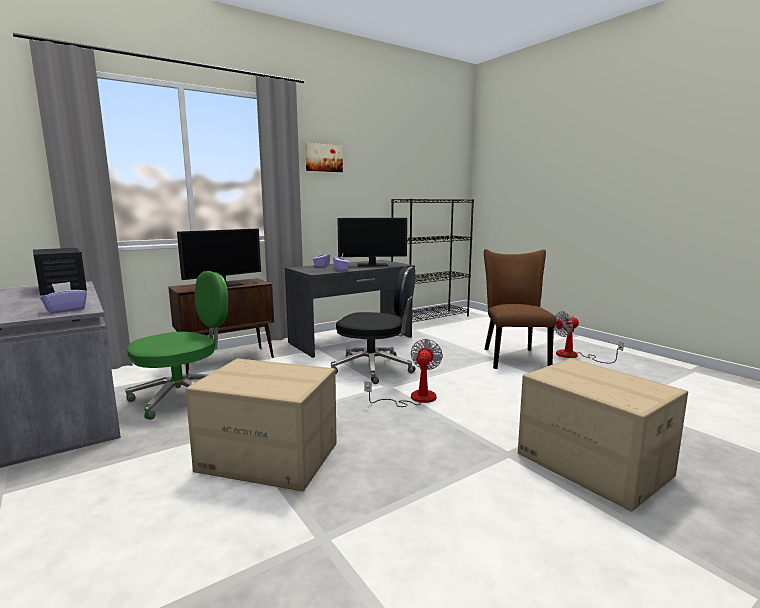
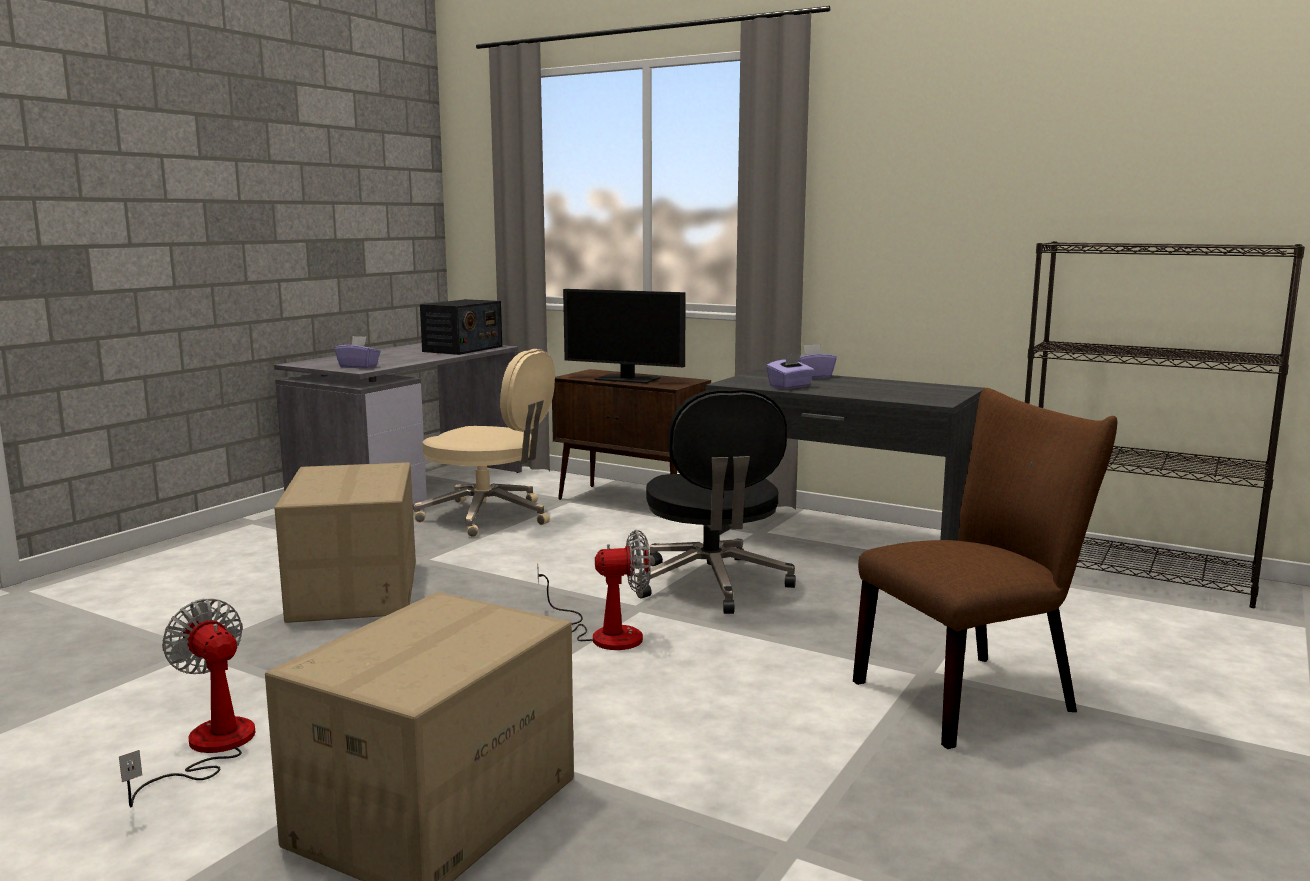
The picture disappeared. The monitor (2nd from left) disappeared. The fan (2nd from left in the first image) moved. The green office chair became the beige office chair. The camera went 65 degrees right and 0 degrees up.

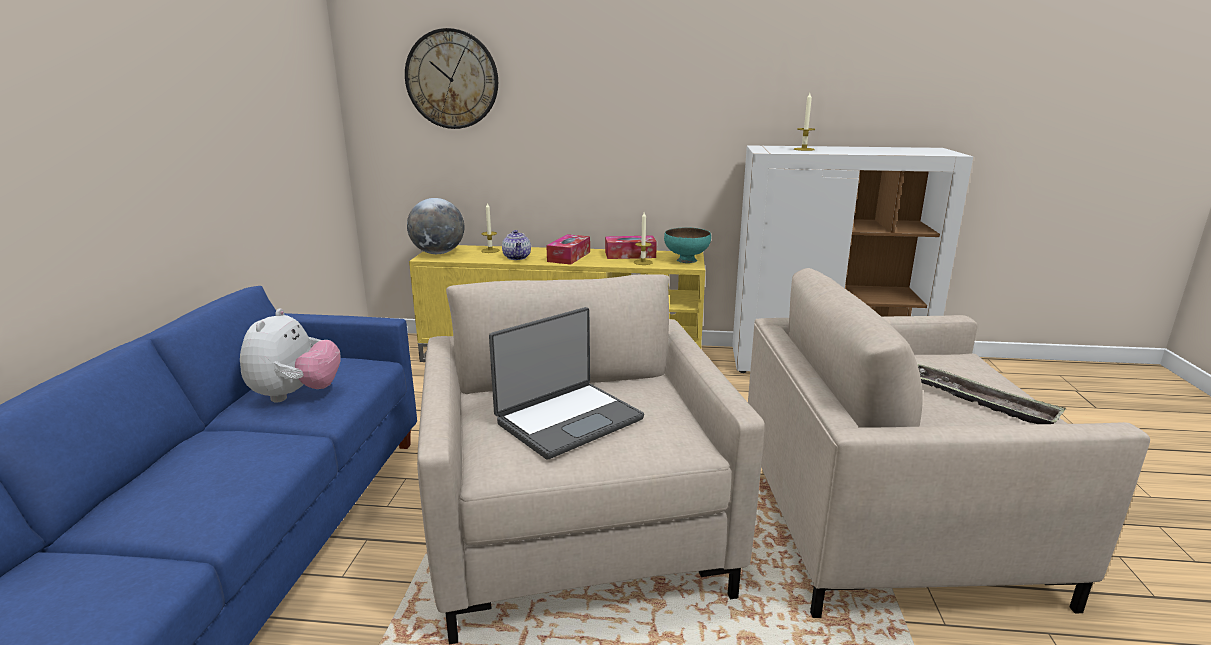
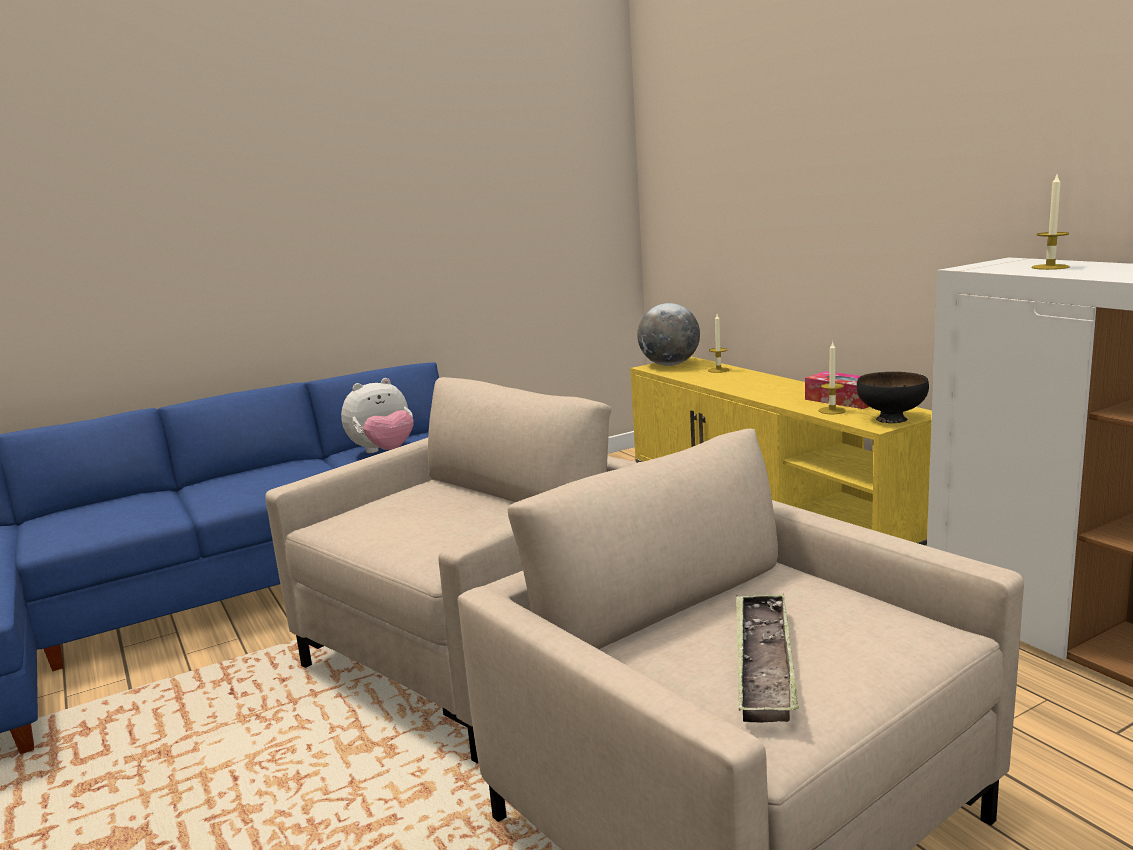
The wall clock disappeared. The laptop disappeared. The teapot disappeared. The tissue box (1st from left) disappeared. The turquoise bowl became the black bowl. The camera went 55 degrees right and 5 degrees down.

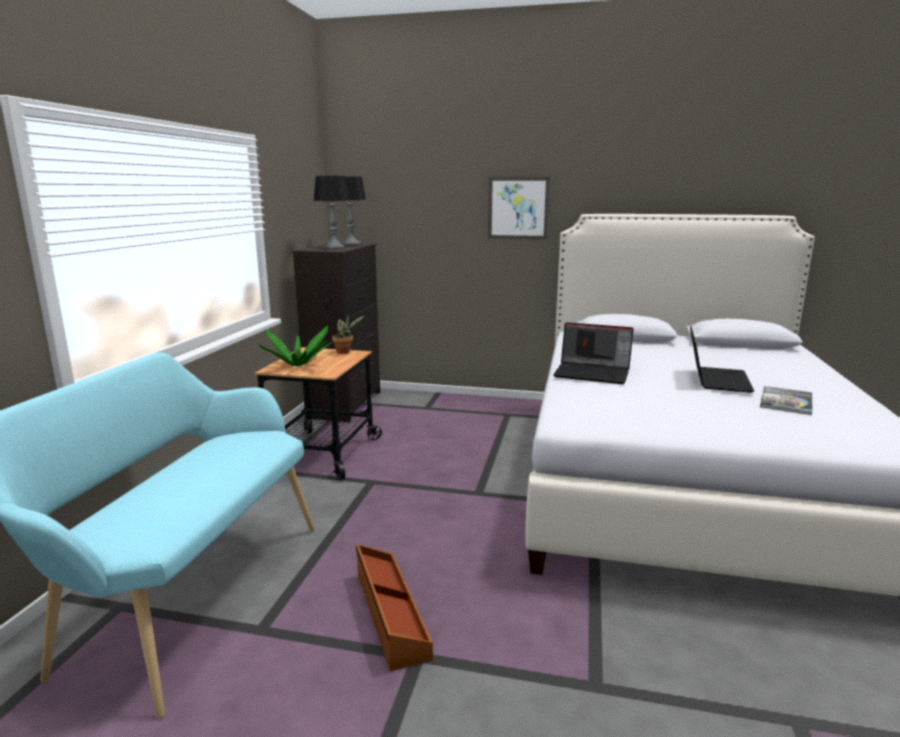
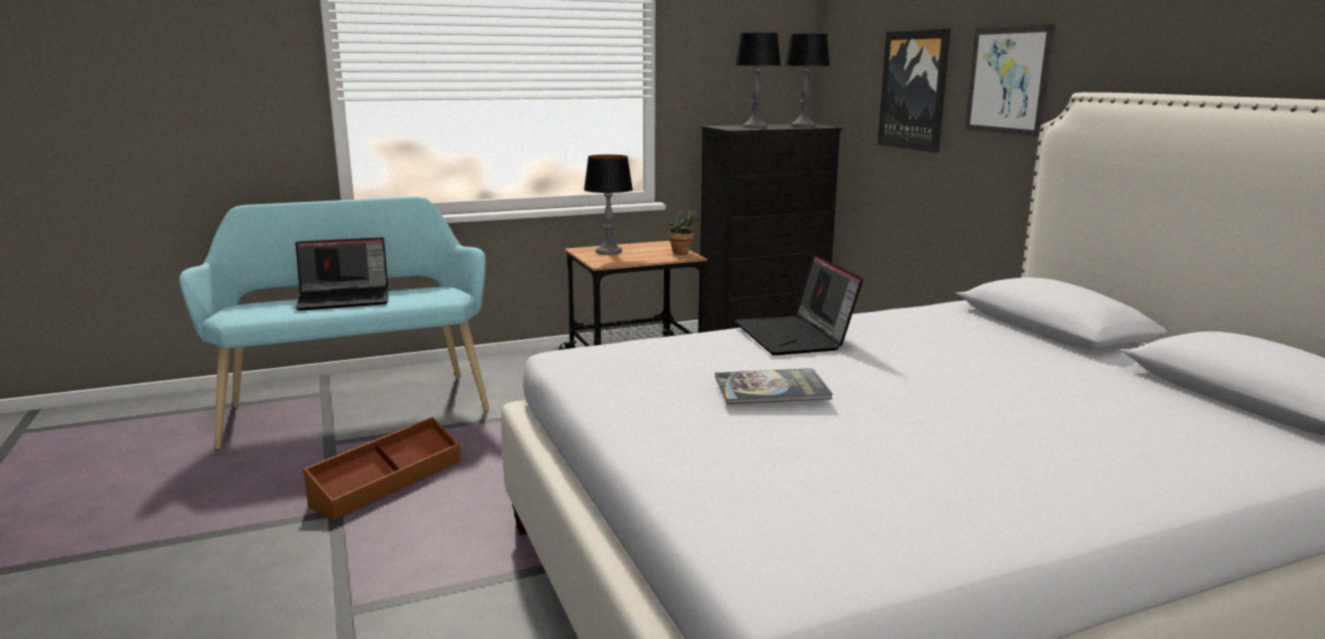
The picture (1st from left) appeared. The laptop (2nd from left in the first image) moved. The book moved. The potted plant (1st from left) was replaced by the table lamp (1st from left). The camera went 55 degrees right and 0 degrees up.

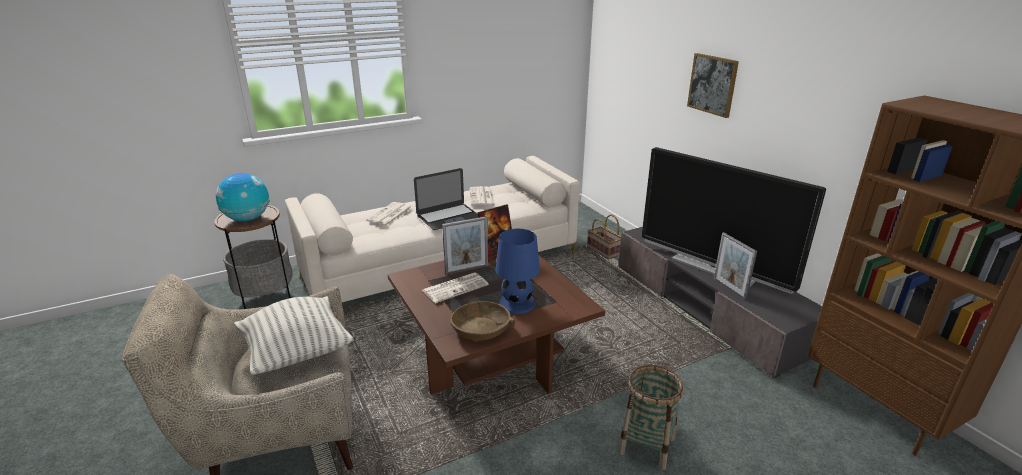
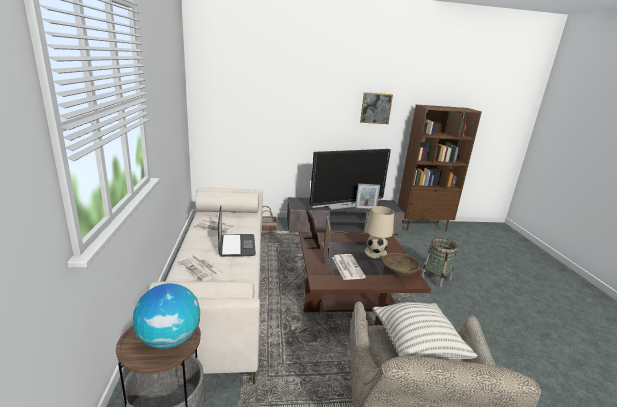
The picture moved. The blue table lamp became the beige table lamp. The camera went 70 degrees left and 5 degrees down.

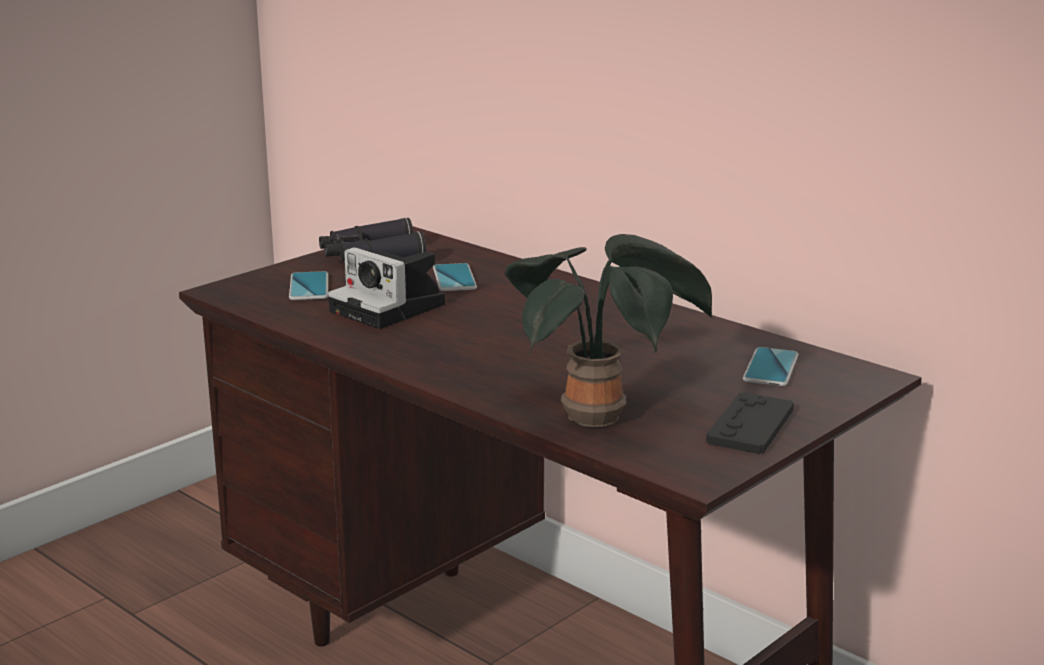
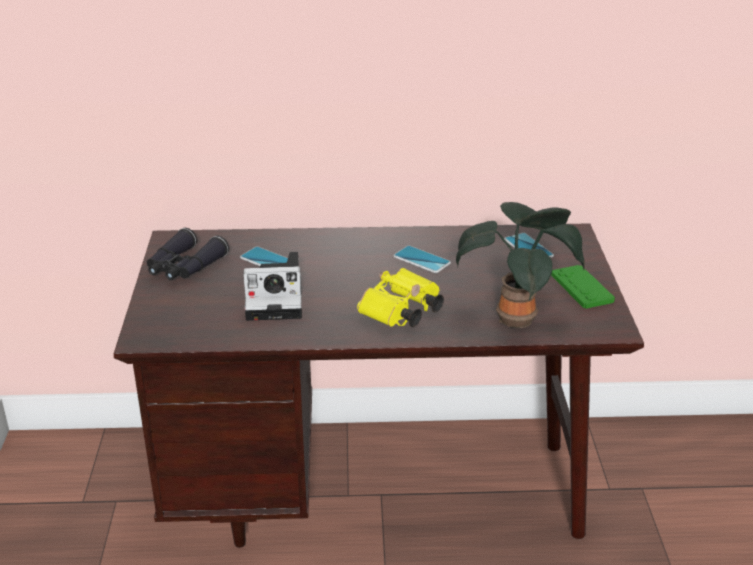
The yellow binoculars appeared. The phone (1st from left in the first image) moved. The black game controller became the green game controller. The camera went 45 degrees left and 10 degrees up.

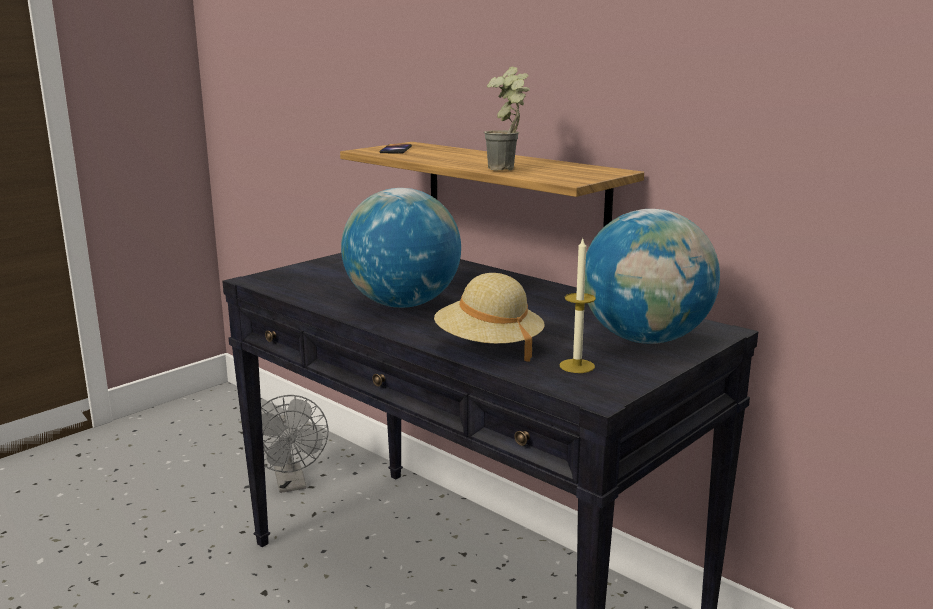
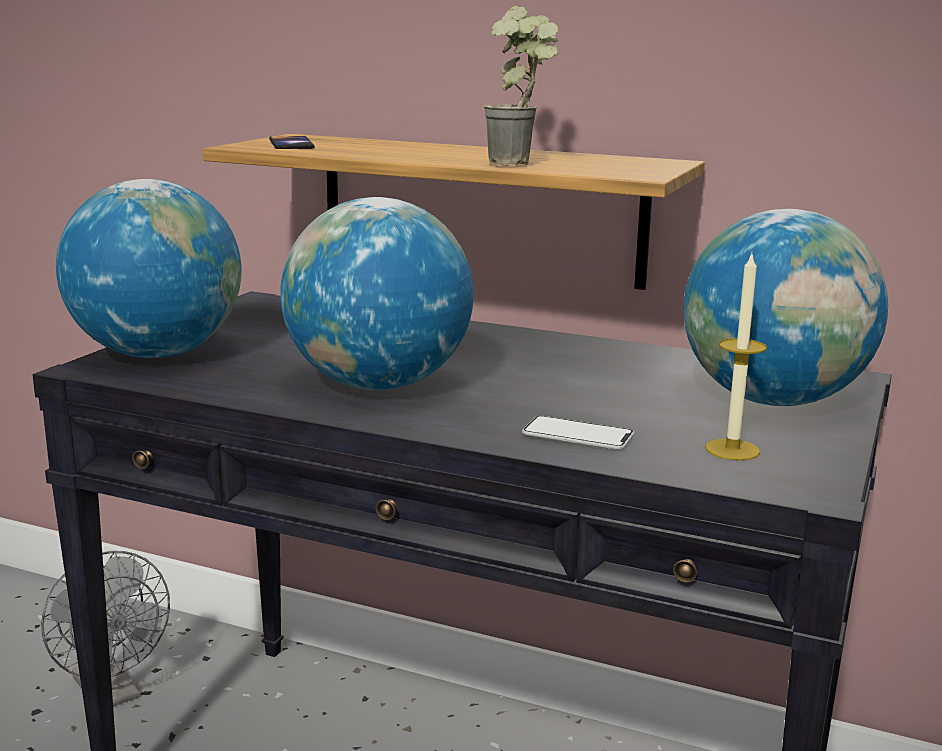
The globe (1st from left) appeared. The beige hat was replaced by the phone (2nd from left). The camera went 20 degrees left and 0 degrees up.

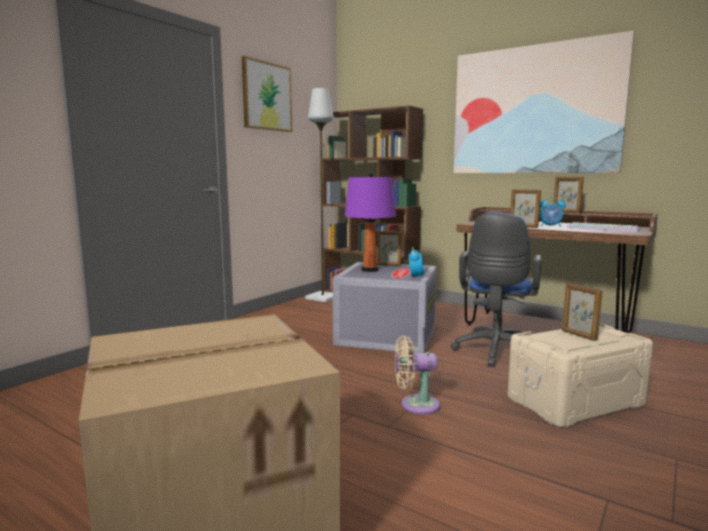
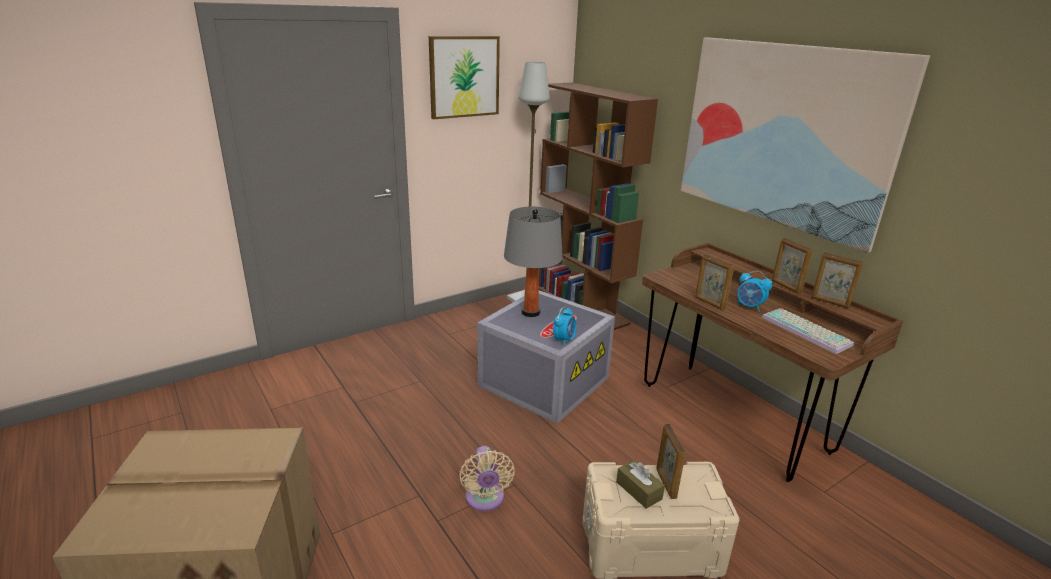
The blue office chair disappeared. The brown tissue box appeared. The picture frame (1st from left in the first image) moved. The purple table lamp became the grey table lamp. The beige fan turned 120 degrees counterclockwise. The camera went 20 degrees right and 15 degrees up.

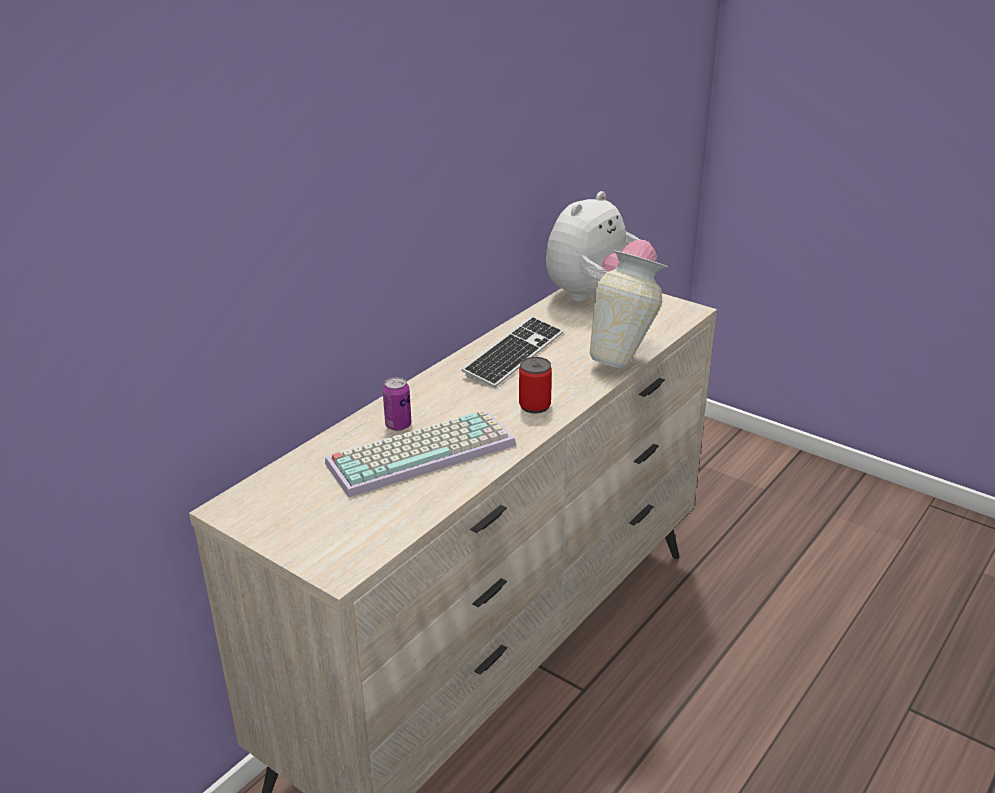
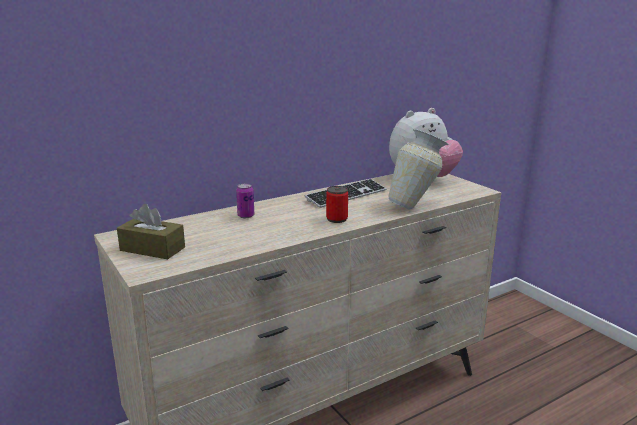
The keyboard (1st from left) disappeared. The brown tissue box appeared. The camera went 20 degrees right and 10 degrees down.

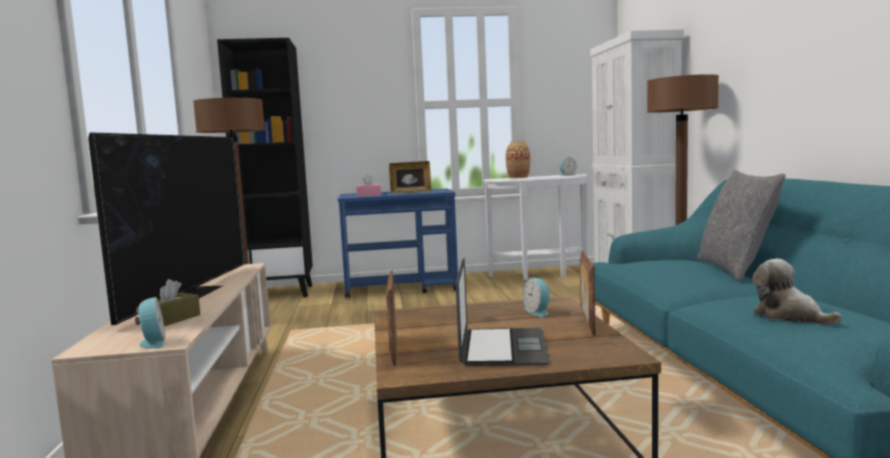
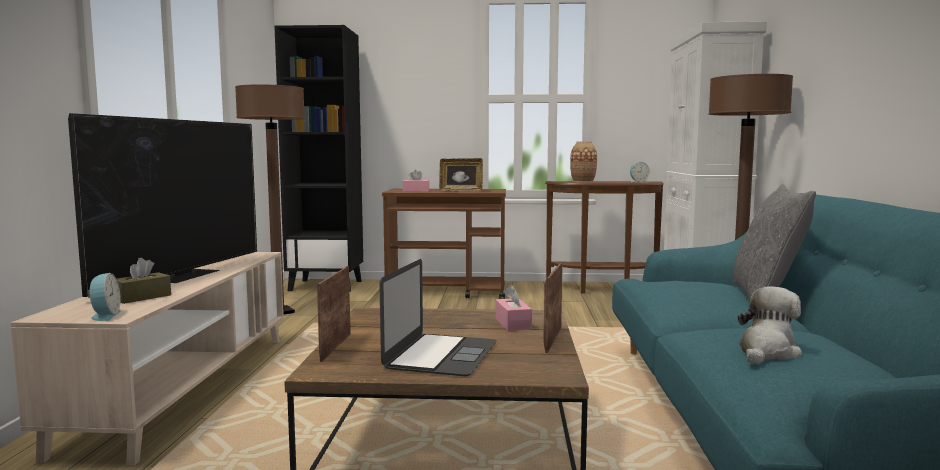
The alarm clock (2nd from left) was replaced by the pink tissue box (2nd from left). The blue cart became the brown cart. The white console table became the brown console table. The plush toy turned 60 degrees clockwise. The camera went 10 degrees right and 0 degrees up.

